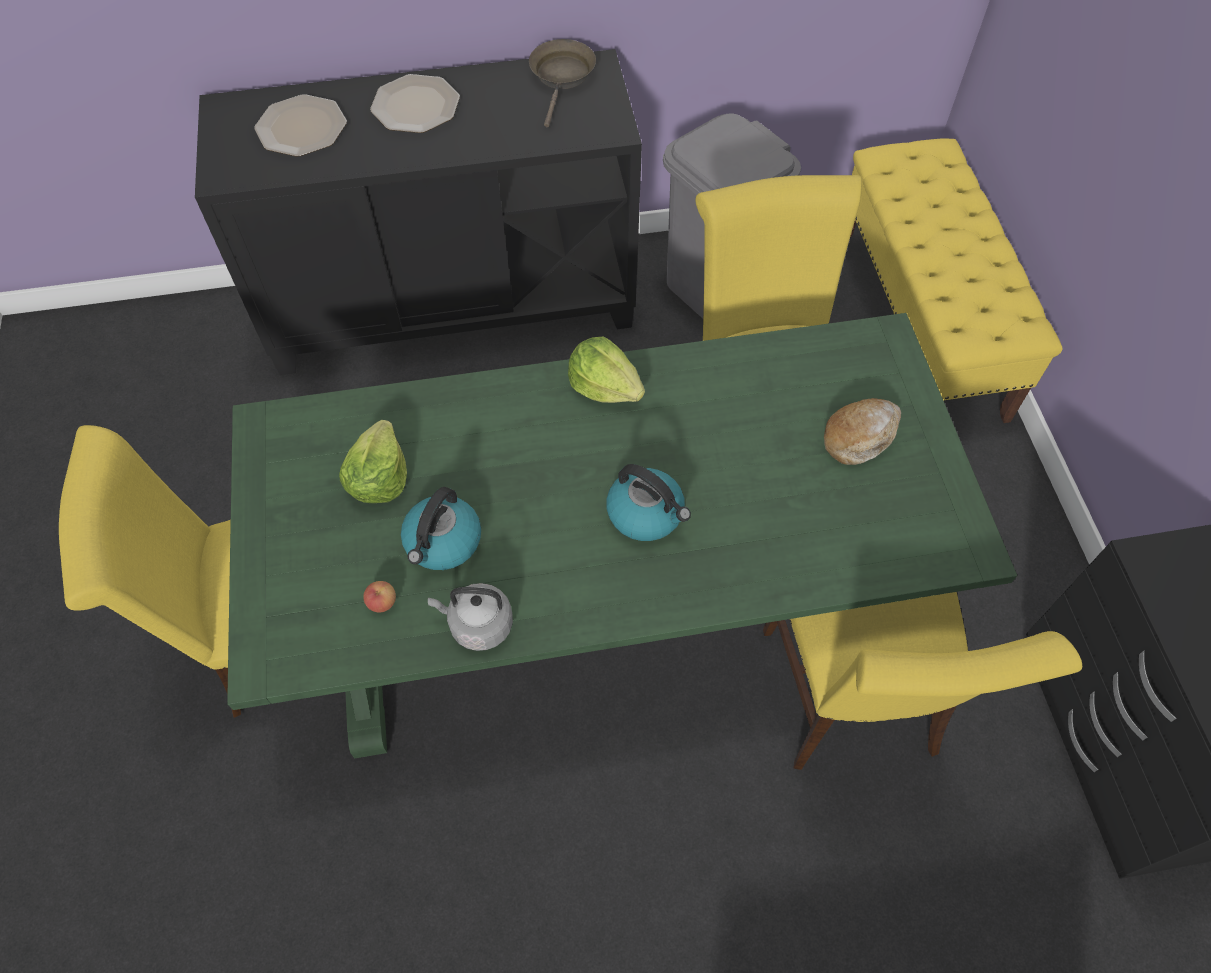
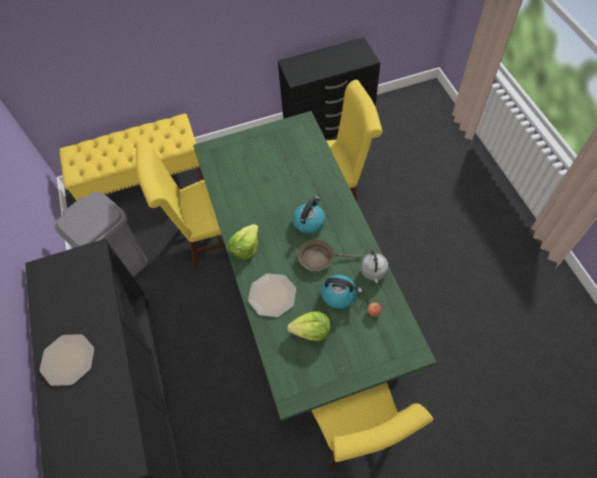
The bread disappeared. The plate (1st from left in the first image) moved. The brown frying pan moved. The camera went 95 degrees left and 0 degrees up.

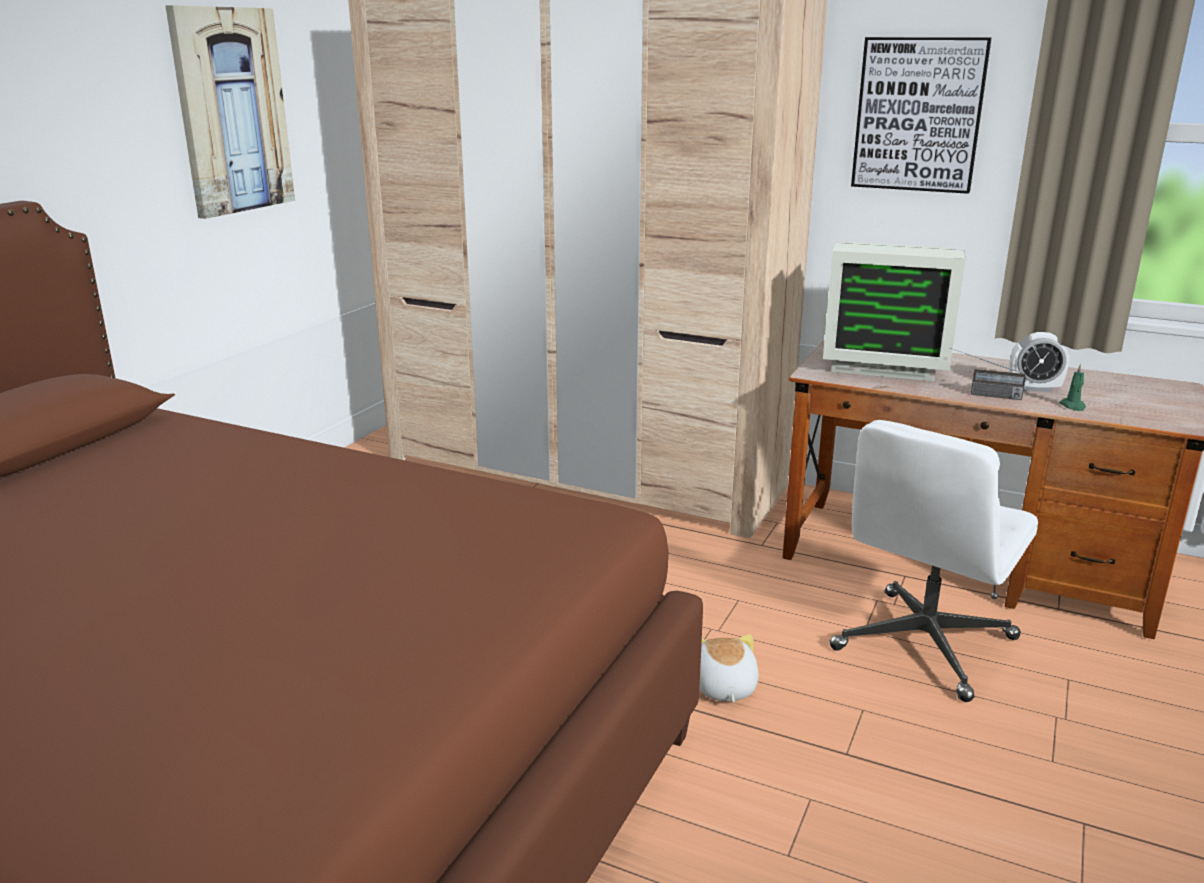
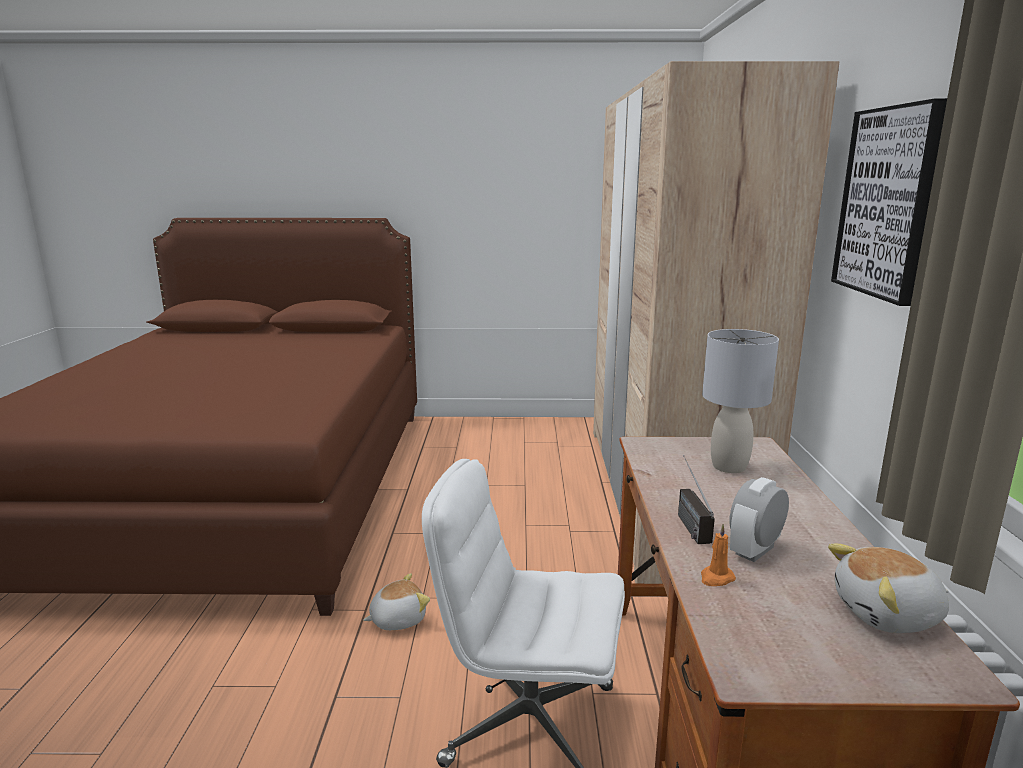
The picture (1st from left) disappeared. The plush toy (2nd from left) appeared. The monitor was replaced by the grey table lamp. The green candle became the orange candle. The alarm clock turned 60 degrees clockwise. The camera went 65 degrees right and 5 degrees down.

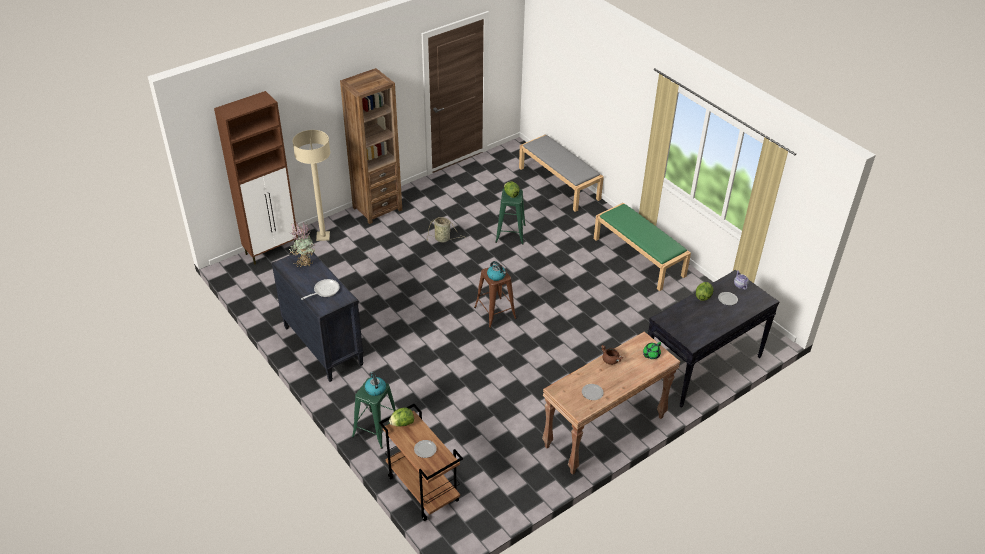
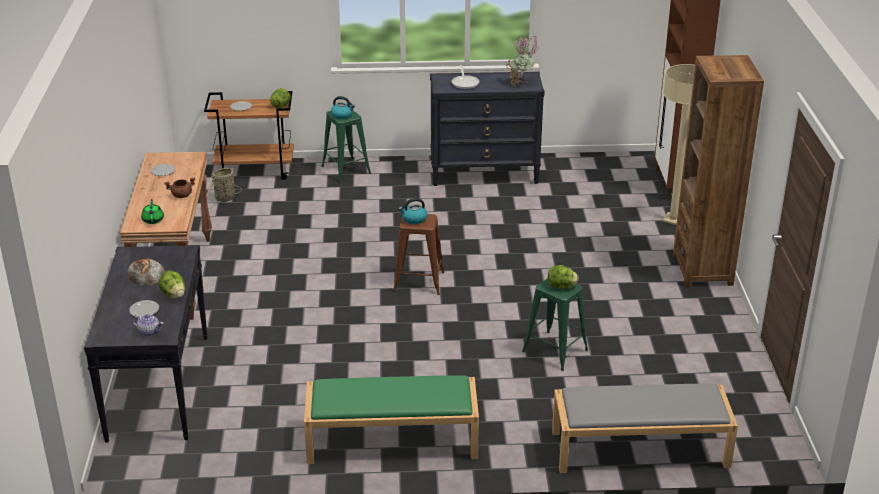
The bread appeared. The basket moved. The camera went 125 degrees right and 10 degrees down.

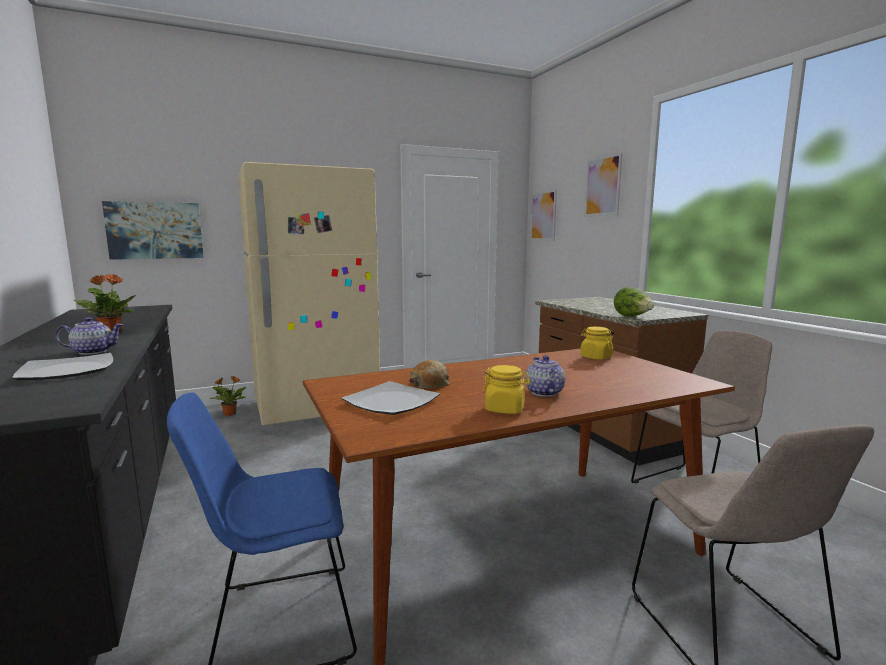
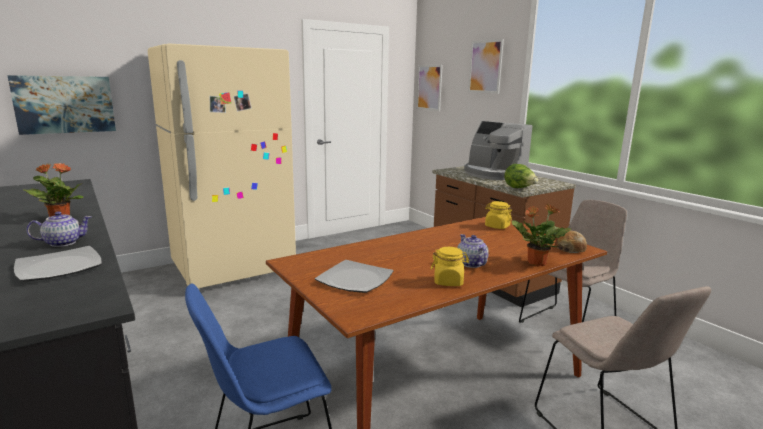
The coffee machine appeared. The potted plant (2nd from left) moved. The bread moved. The camera went 10 degrees left and 5 degrees up.

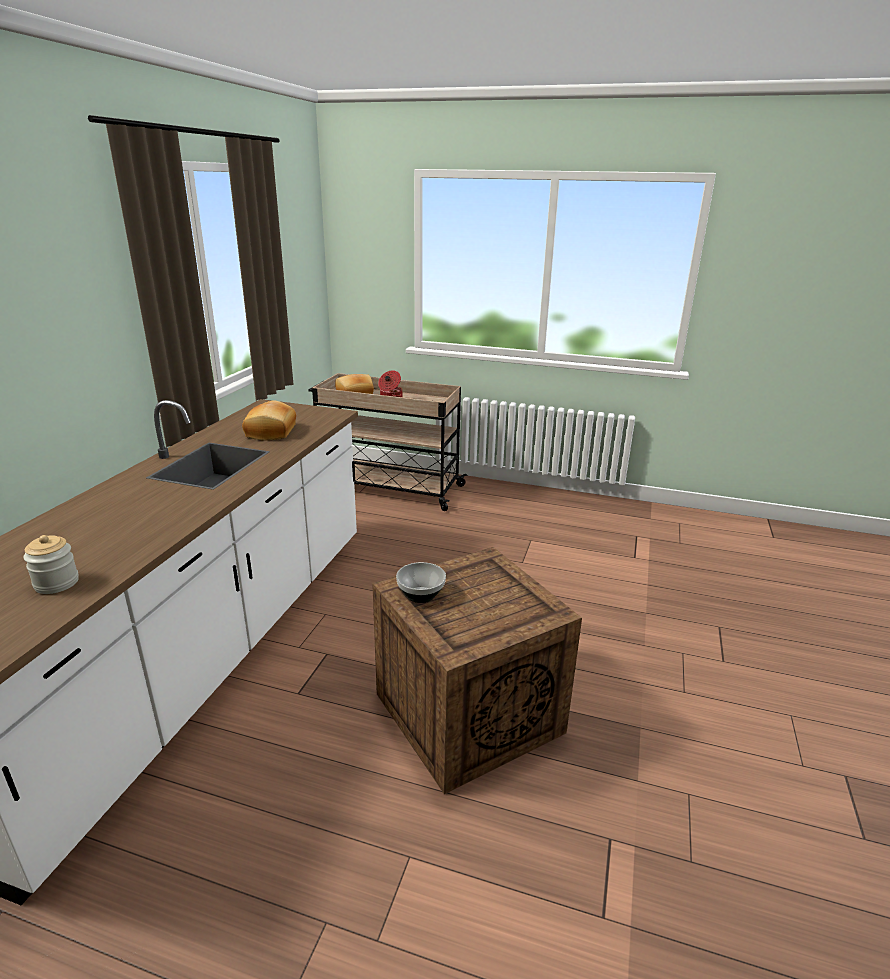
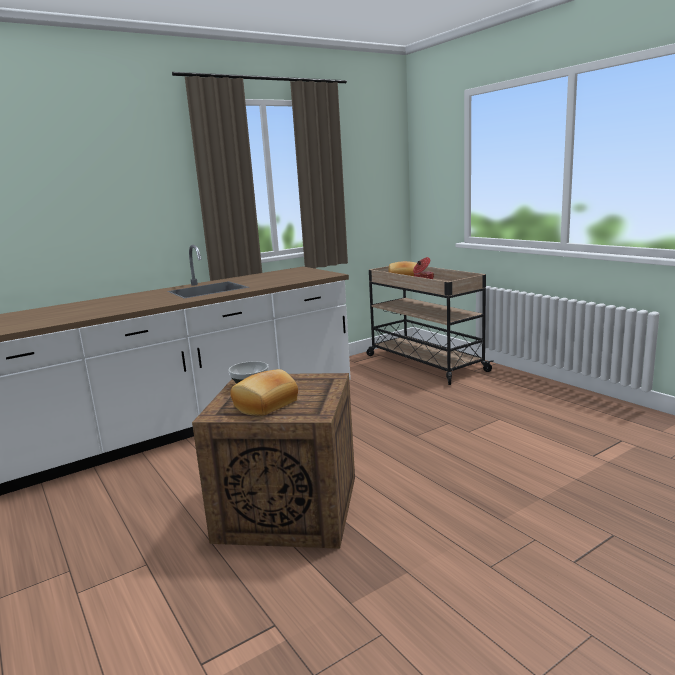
The jar disappeared. The bread (1st from left) moved. The camera went 40 degrees right and 10 degrees down.

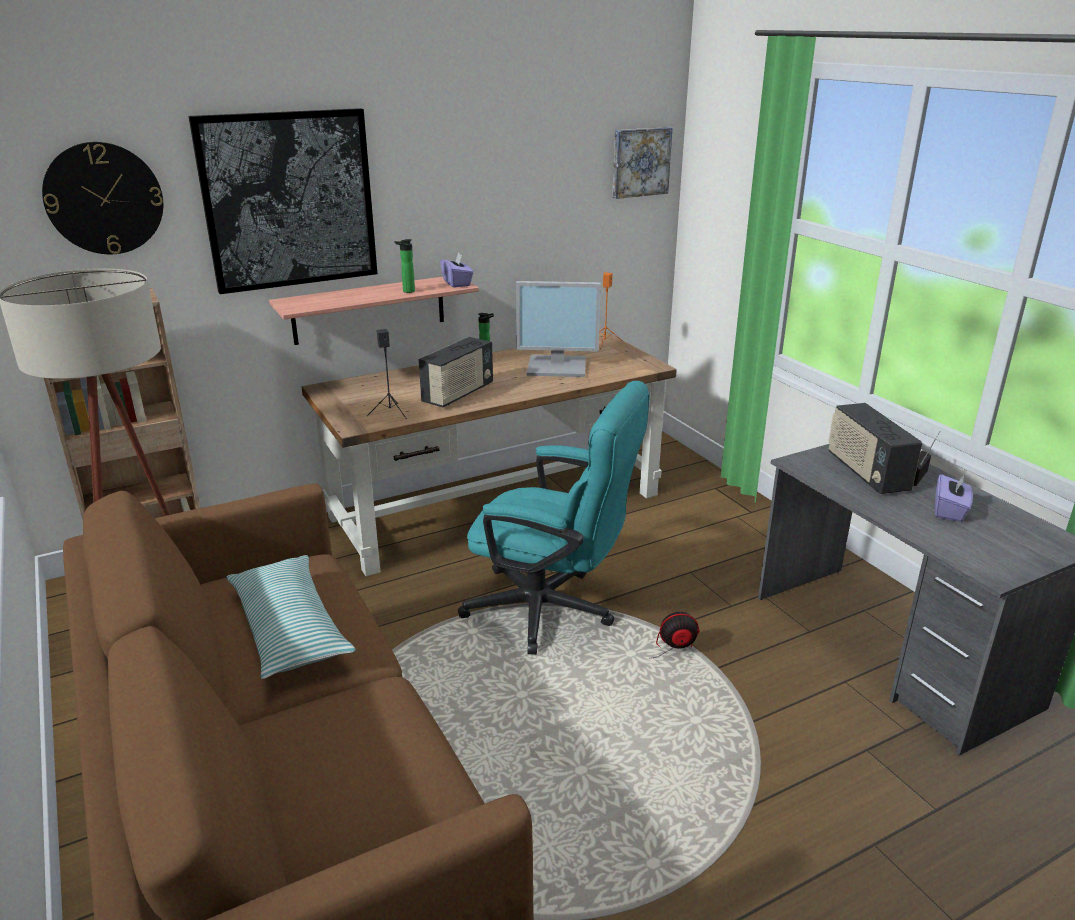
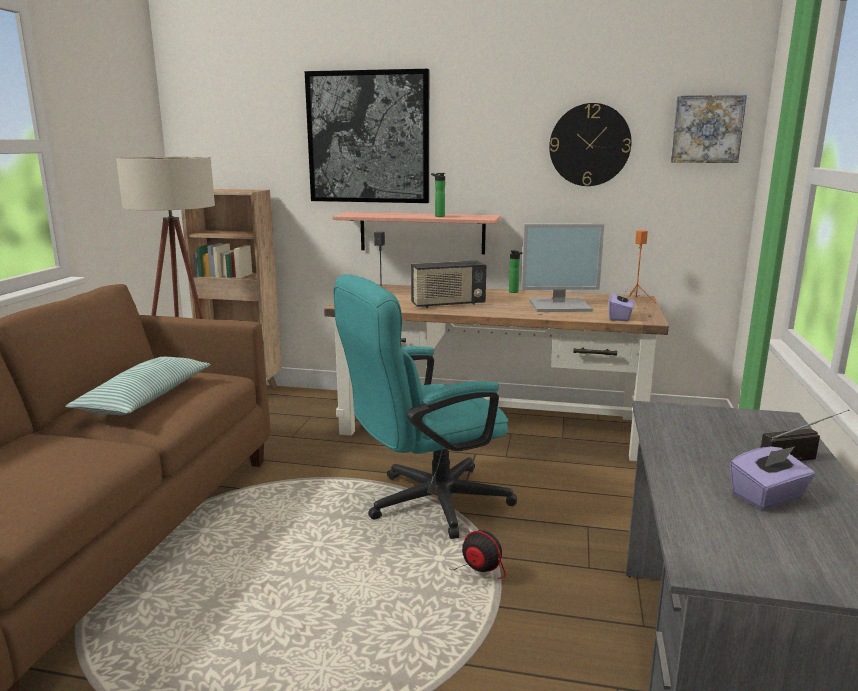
The radio (2nd from left) disappeared. The wall clock moved. The purple tissue box (1st from left) moved. The turquoise office chair turned 90 degrees clockwise. The monitor turned 45 degrees counterclockwise. The camera went 40 degrees right and 10 degrees down.

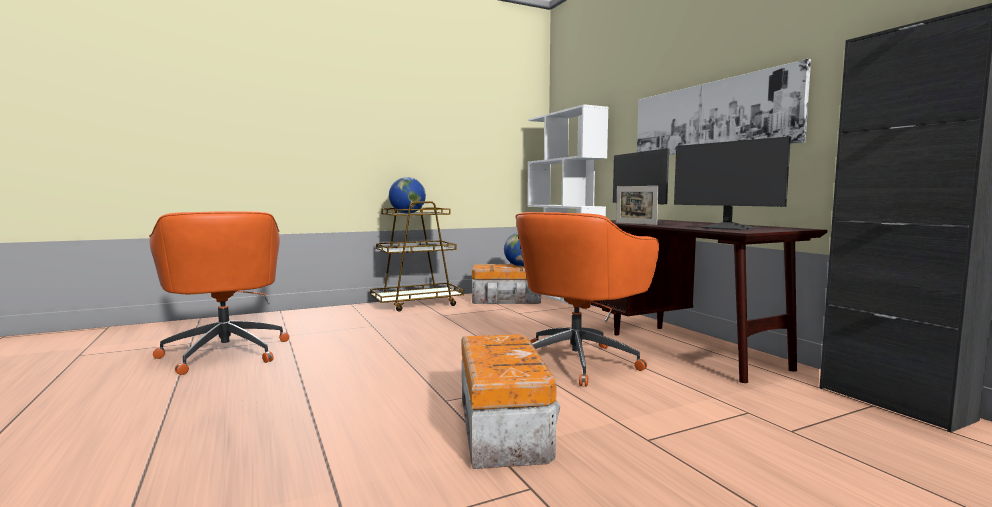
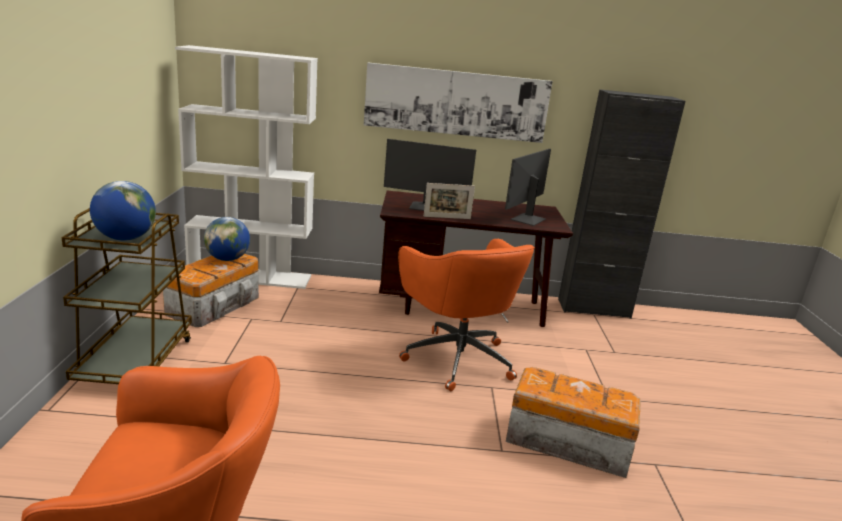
The monitor (2nd from left) turned 135 degrees clockwise. The camera went 65 degrees left and 15 degrees up.

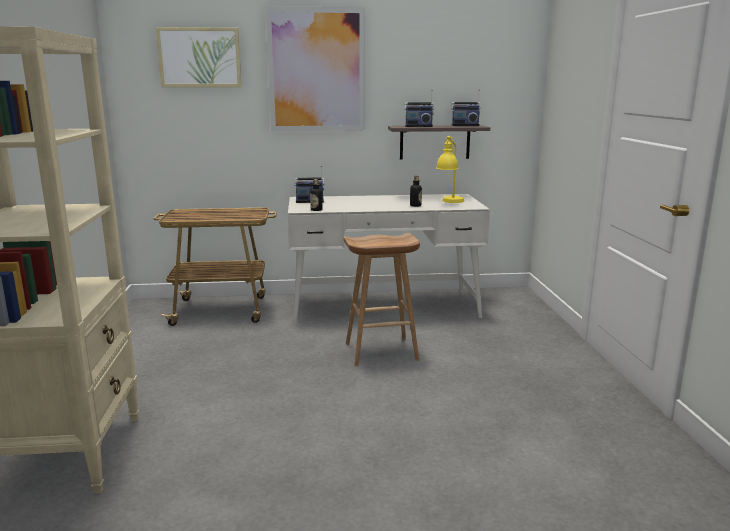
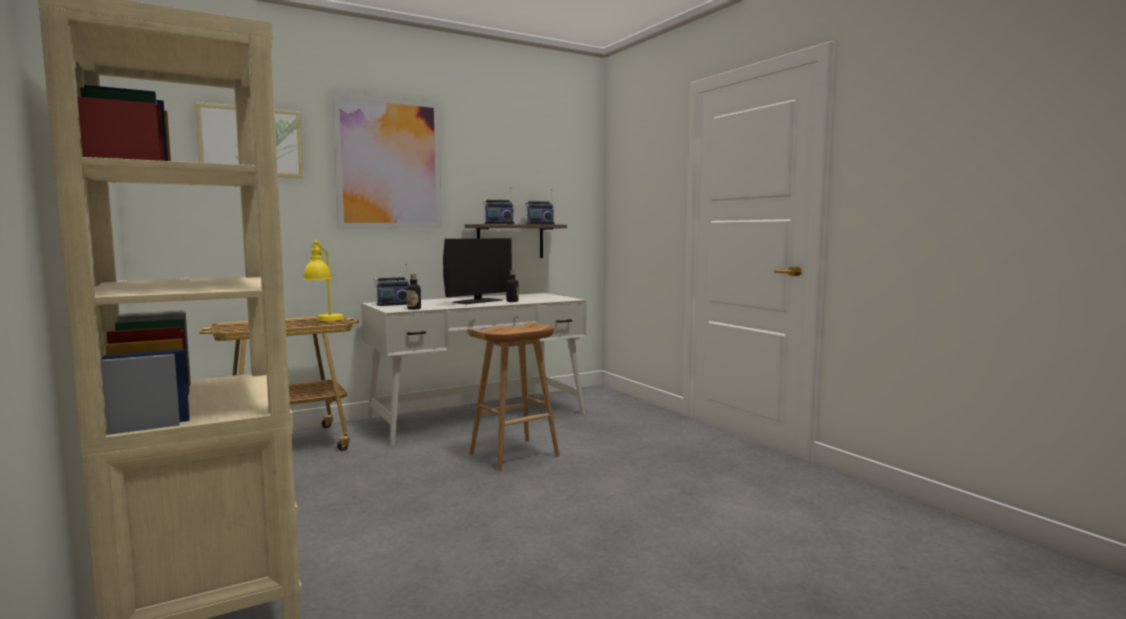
The monitor appeared. The yellow table lamp moved. The camera went 25 degrees left and 10 degrees down.

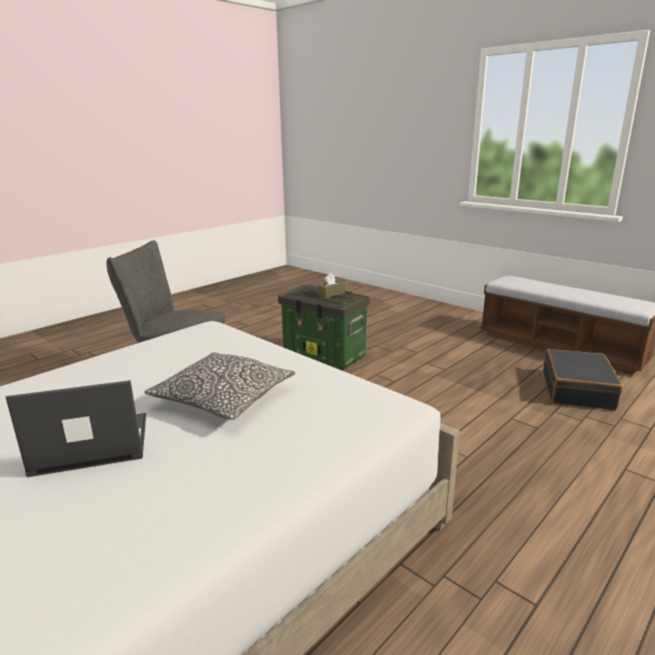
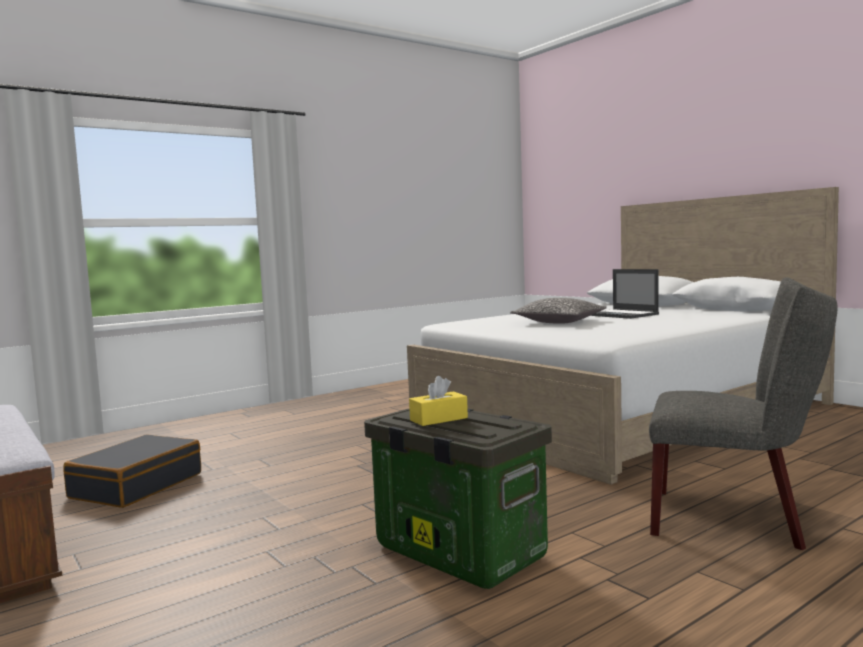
The brown tissue box became the yellow tissue box. The laptop turned 60 degrees clockwise. The camera went 170 degrees left and 15 degrees down.

